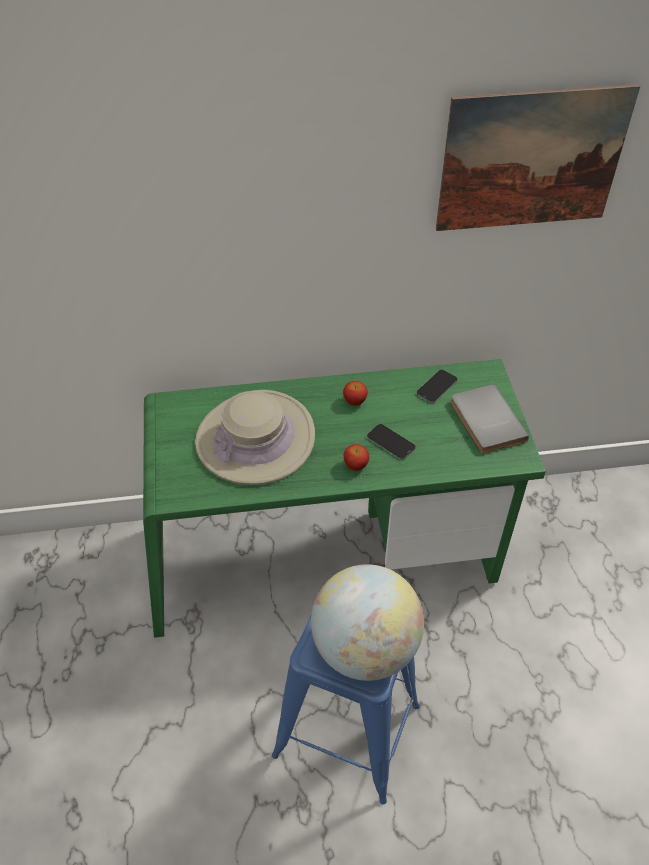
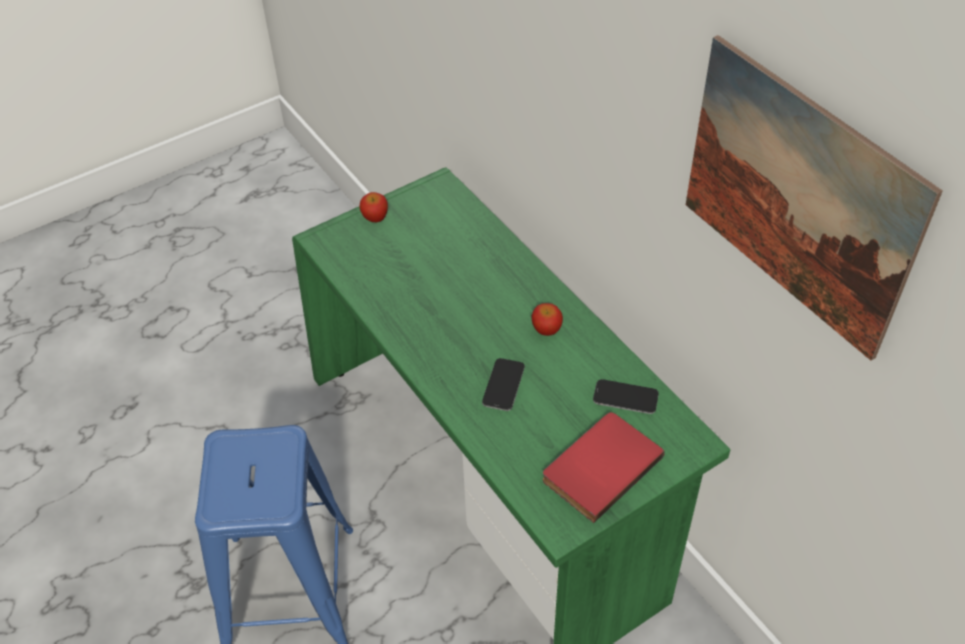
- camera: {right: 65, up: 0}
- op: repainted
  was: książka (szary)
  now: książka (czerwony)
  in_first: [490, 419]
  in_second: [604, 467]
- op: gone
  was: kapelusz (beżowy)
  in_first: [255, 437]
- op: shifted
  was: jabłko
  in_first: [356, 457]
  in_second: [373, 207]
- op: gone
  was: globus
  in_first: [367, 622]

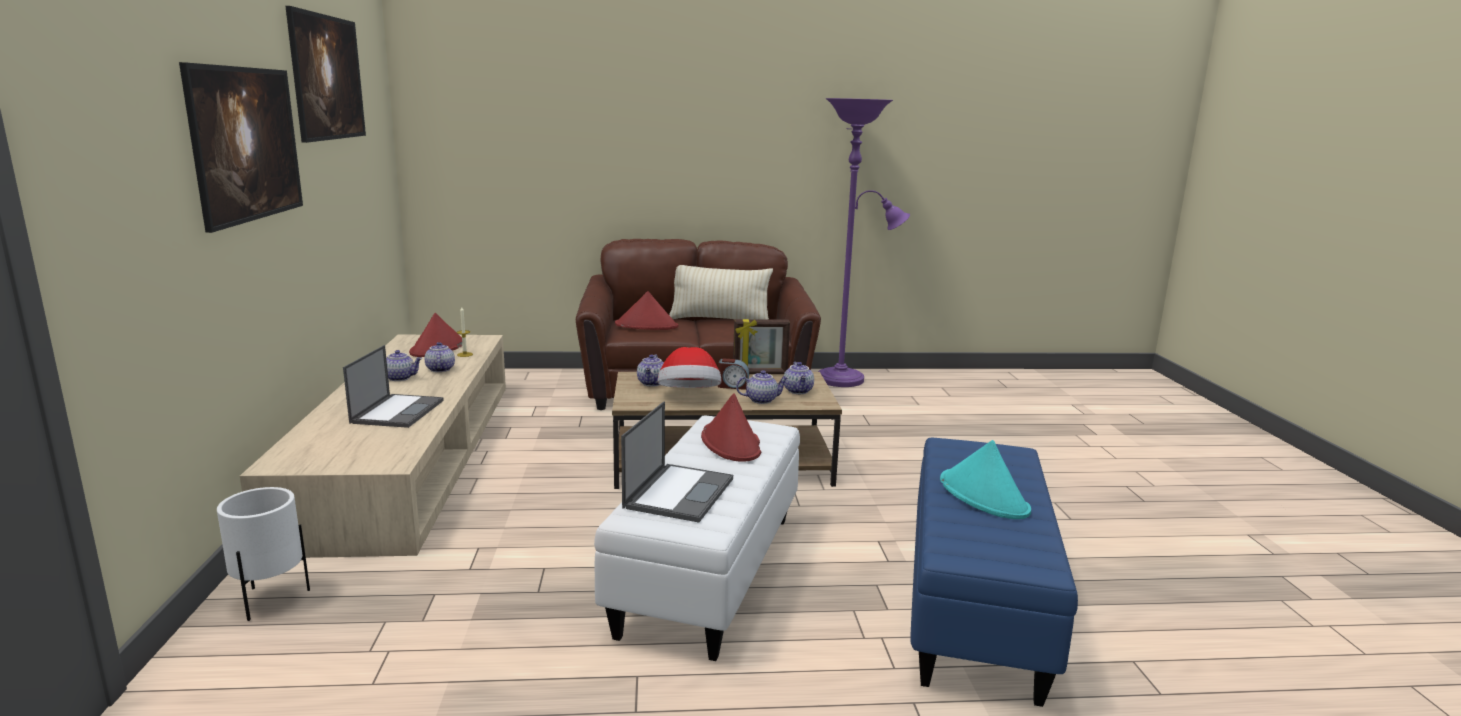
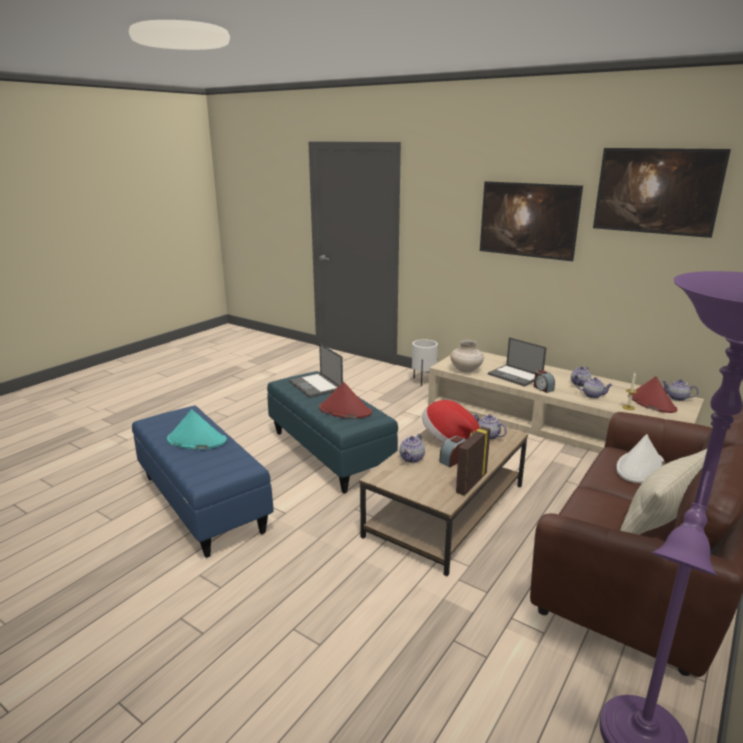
- camera: {right: 130, up: 5}
- op: repainted
  was: kapelusz (czerwony)
  now: kapelusz (biały)
  in_first: [646, 310]
  in_second: [640, 458]
- op: shifted
  was: imbryk
  in_first: [799, 378]
  in_second: [680, 390]
- op: repainted
  was: pufa (biały)
  now: pufa (niebieski)
  in_first: [697, 538]
  in_second: [332, 432]
- op: new
  now: wazon (beżowy)
  in_second: [467, 356]
- op: new
  now: budzik
  in_second: [544, 381]

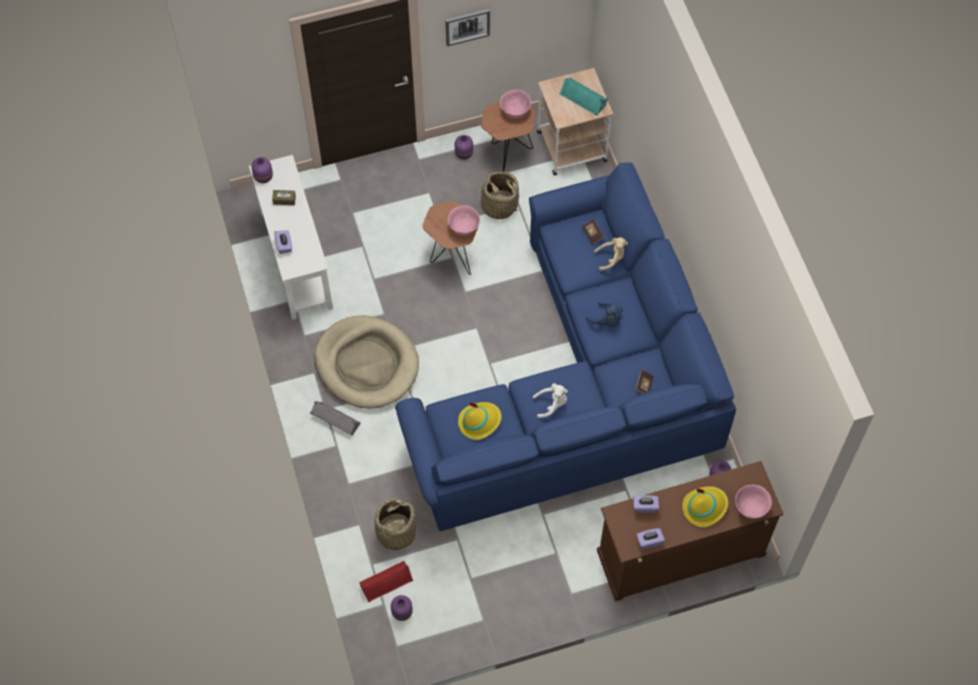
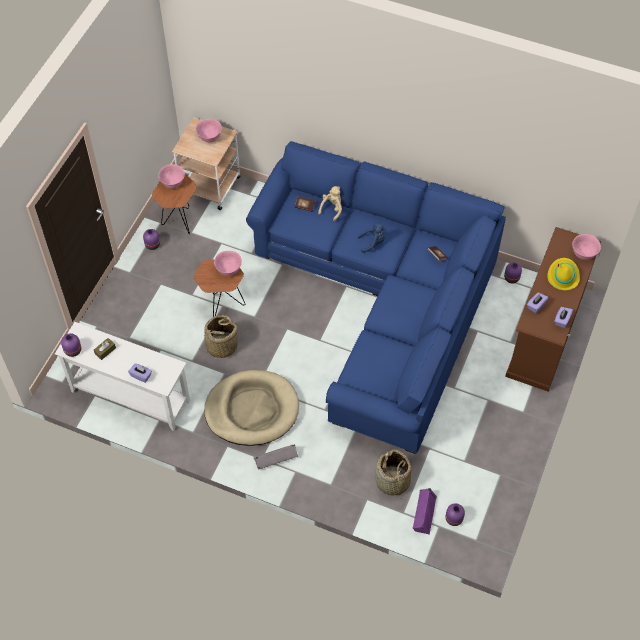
- camera: {right: -50, up: -5}
- op: gone
  was: obraz
  in_first: [467, 27]
- op: swapped
  was: głośnik (turkusowy)
  now: miska (różowy)
  in_first: [584, 97]
  in_second: [209, 130]
- op: shifted
  was: koszyk
  in_first: [497, 195]
  in_second: [219, 336]
- op: gone
  was: pluszak (biały)
  in_first: [550, 400]
- op: gone
  was: kapelusz (żółty)
  in_first: [479, 421]
- op: repainted
  was: głośnik (czerwony)
  now: głośnik (fioletowy)
  in_first: [386, 581]
  in_second: [425, 511]

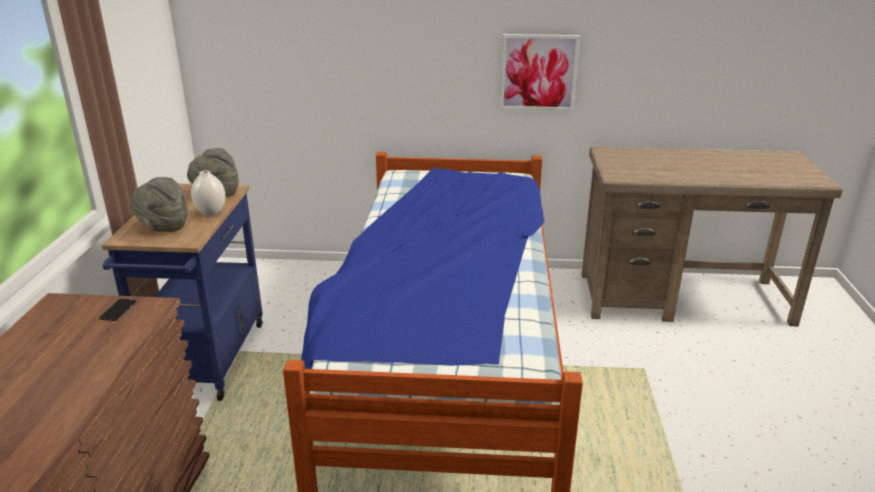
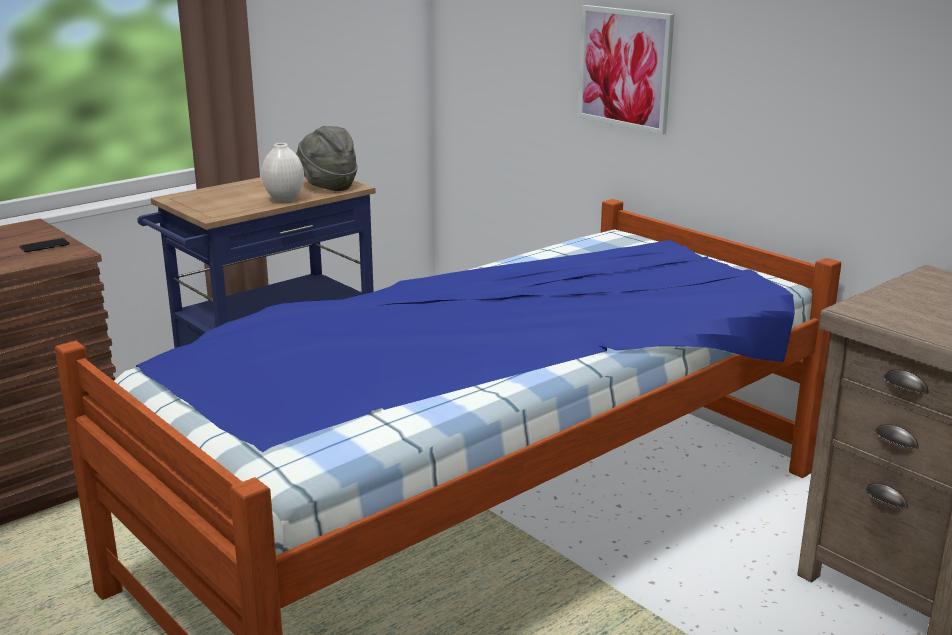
- camera: {right: 45, up: -5}
- op: shifted
  was: obraz
  in_first: [540, 72]
  in_second: [626, 70]
- op: gone
  was: kapelusz (szary)
  in_first: [159, 204]

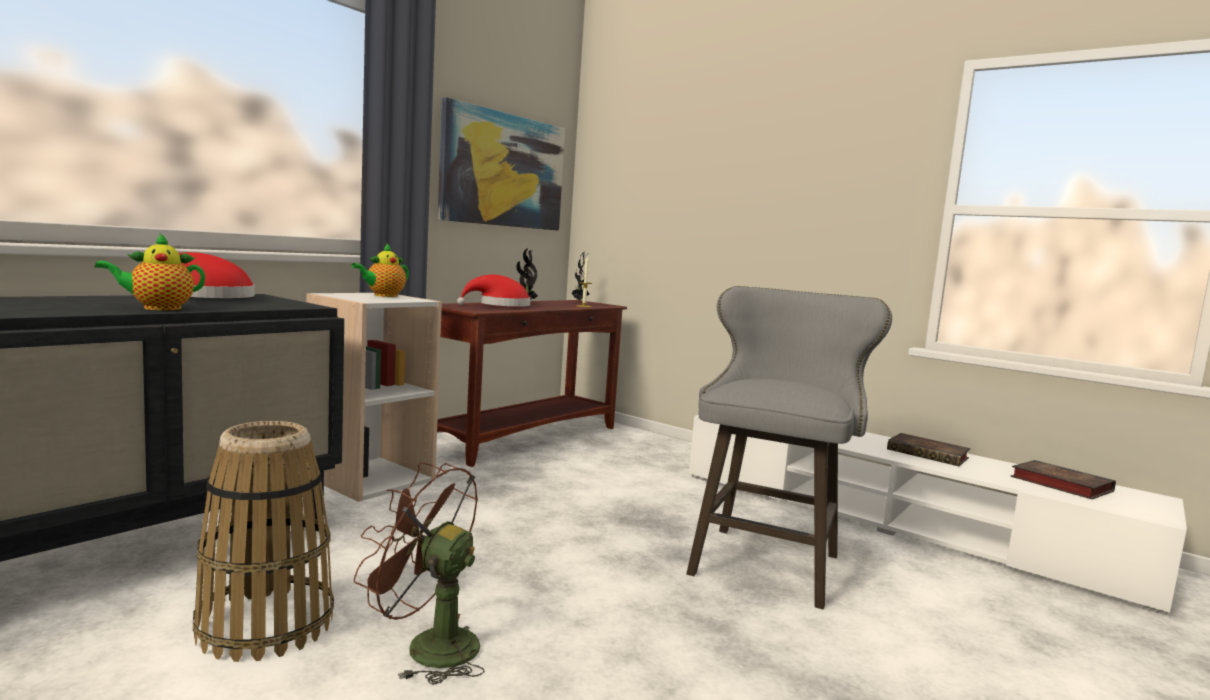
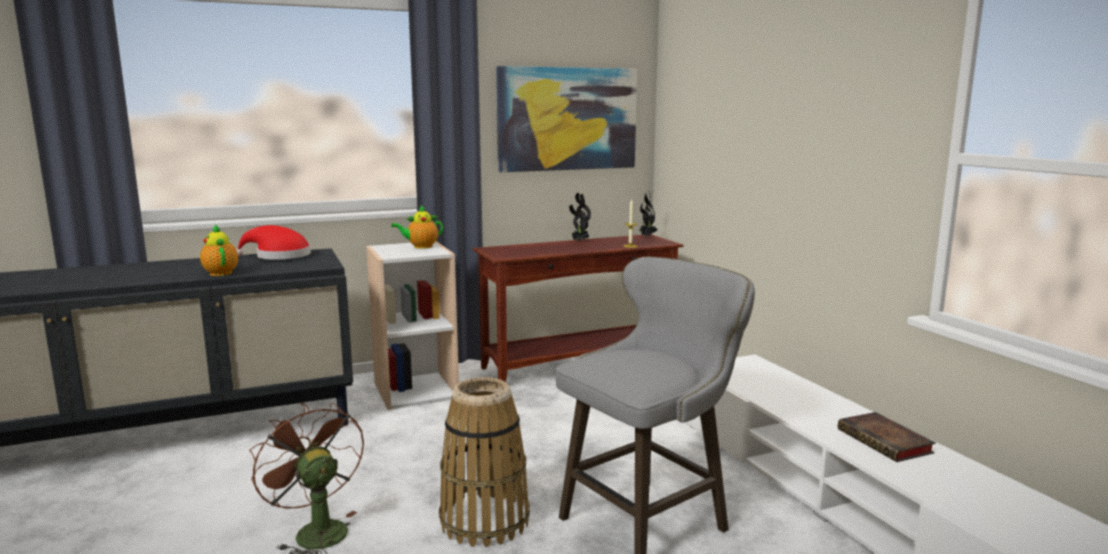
- camera: {right: 30, up: 5}
- op: rotated
  was: imbryk
  in_first: [150, 272]
  in_second: [219, 250]
  clockwise: 60
- op: gone
  was: kapelusz (czerwony)
  in_first: [493, 290]
- op: shifted
  was: koszyk
  in_first: [263, 541]
  in_second: [484, 462]
- op: gone
  was: książka
  in_first: [1063, 479]

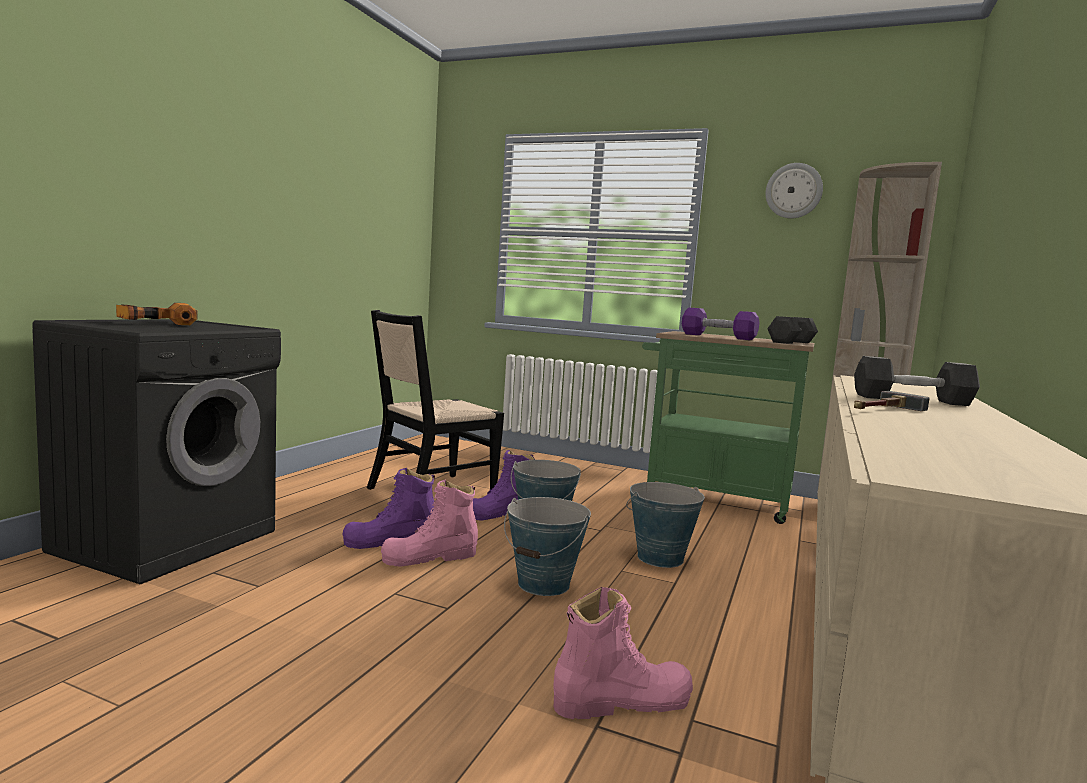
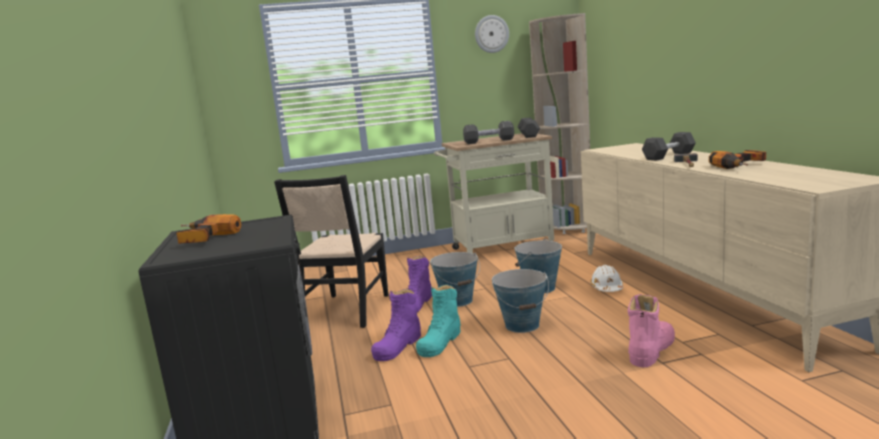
- camera: {right: -35, up: 5}
- op: repainted
  was: hantel (fioletowy)
  now: hantel (czarny)
  in_first: [720, 324]
  in_second: [488, 132]
- op: repainted
  was: wózek (zielony)
  now: wózek (beżowy)
  in_first: [728, 427]
  in_second: [494, 193]
- op: repainted
  was: but z cholewką (różowy)
  now: but z cholewką (turkusowy)
  in_first: [429, 523]
  in_second: [438, 321]
- op: new
  now: wiertarka
  in_second: [737, 159]
- op: new
  now: kask (biały)
  in_second: [606, 278]

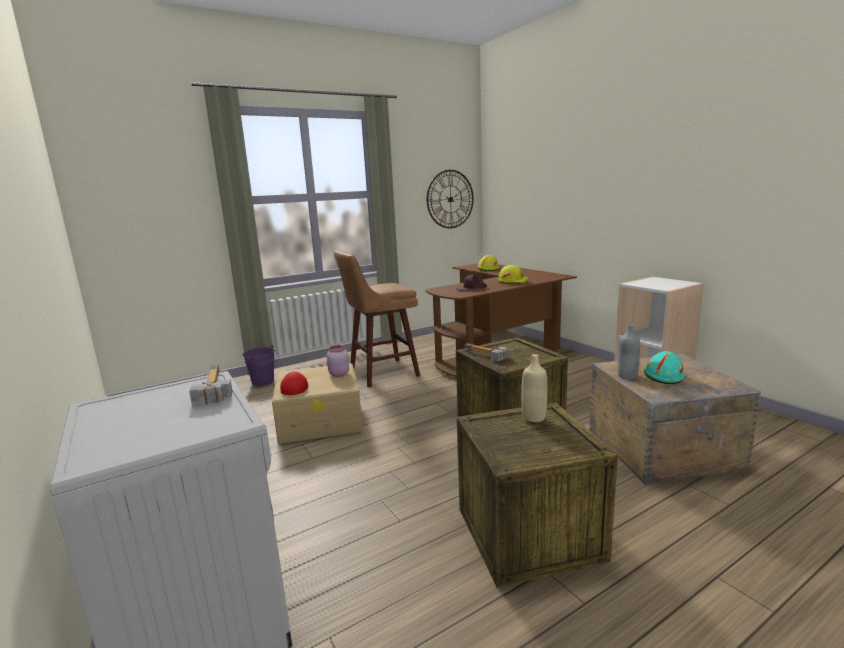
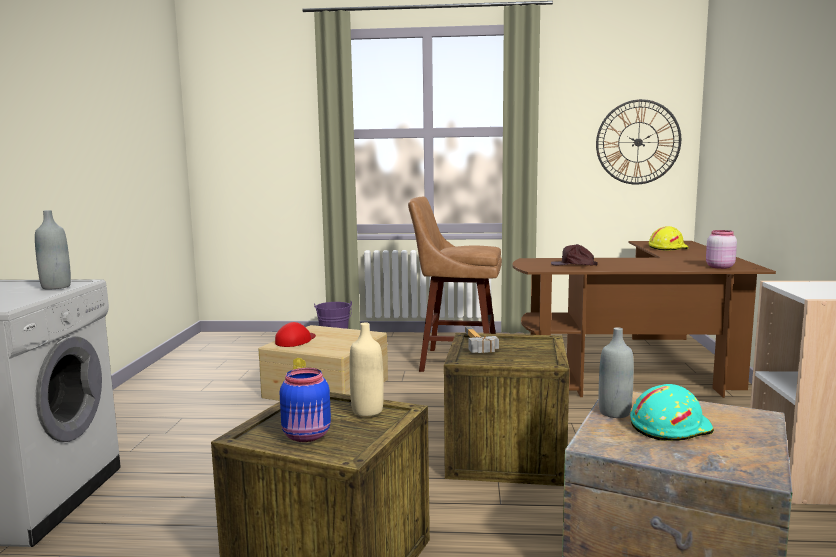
- camera: {right: 35, up: -5}
- op: gone
  was: kask (żółty)
  in_first: [513, 274]
- op: shifted
  was: słoik (różowy)
  in_first: [338, 361]
  in_second: [721, 249]
- op: swapped
  was: młotek
  now: butelka (szary)
  in_first: [210, 384]
  in_second: [53, 249]
- op: new
  now: słoik (niebieski)
  in_second: [305, 405]

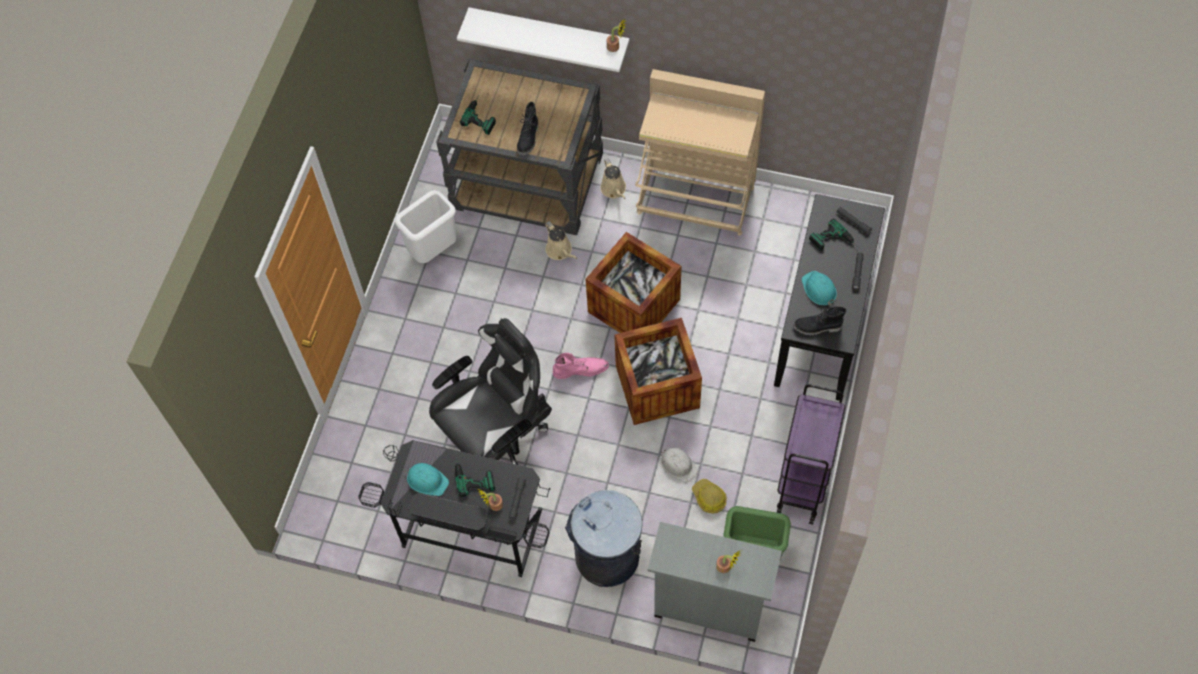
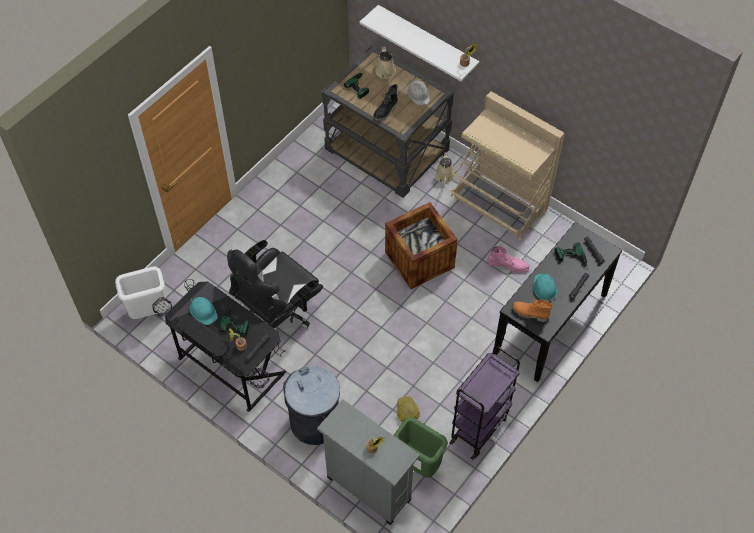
- camera: {right: 20, up: -5}
- op: shifted
  was: kosz na śmieci (biały)
  in_first: [426, 226]
  in_second: [141, 292]
- op: shifted
  was: konewka (beżowy)
  in_first: [561, 240]
  in_second: [385, 62]
- op: repainted
  was: but z cholewką (czarny)
  now: but z cholewką (pomarańczowy)
  in_first: [819, 320]
  in_second: [532, 310]
- op: rotated
  was: krzesło biurowe (czarny)
  in_first: [490, 391]
  in_second: [275, 284]
  clockwise: 150
- op: gone
  was: skrzynka
  in_first: [658, 371]
- op: shifted
  was: but z cholewką (różowy)
  in_first: [581, 366]
  in_second: [508, 259]
- op: shifted
  was: kask (biały)
  in_first: [679, 465]
  in_second: [418, 93]

